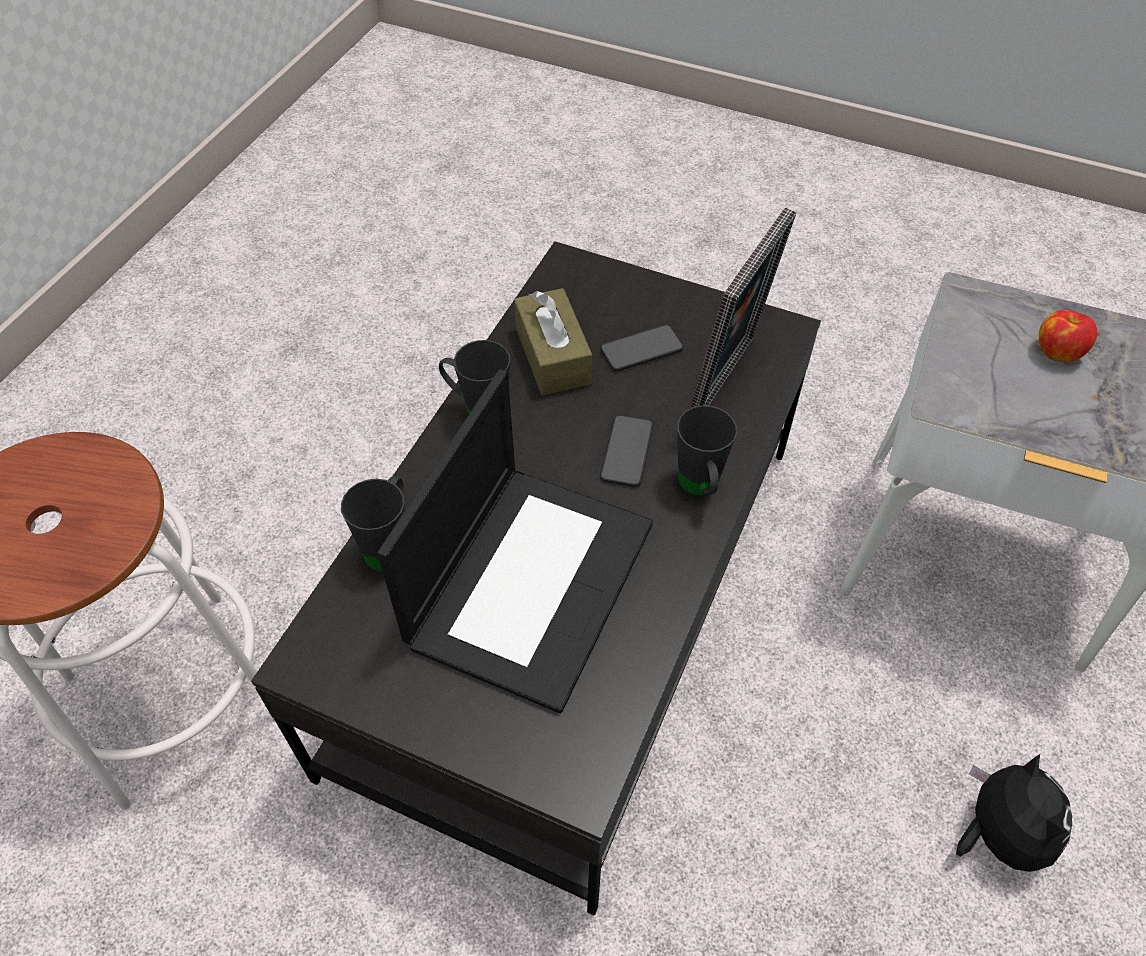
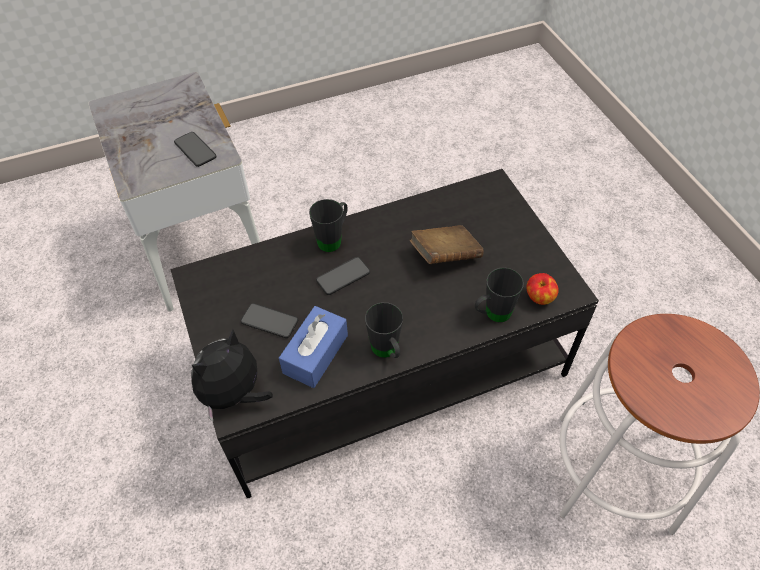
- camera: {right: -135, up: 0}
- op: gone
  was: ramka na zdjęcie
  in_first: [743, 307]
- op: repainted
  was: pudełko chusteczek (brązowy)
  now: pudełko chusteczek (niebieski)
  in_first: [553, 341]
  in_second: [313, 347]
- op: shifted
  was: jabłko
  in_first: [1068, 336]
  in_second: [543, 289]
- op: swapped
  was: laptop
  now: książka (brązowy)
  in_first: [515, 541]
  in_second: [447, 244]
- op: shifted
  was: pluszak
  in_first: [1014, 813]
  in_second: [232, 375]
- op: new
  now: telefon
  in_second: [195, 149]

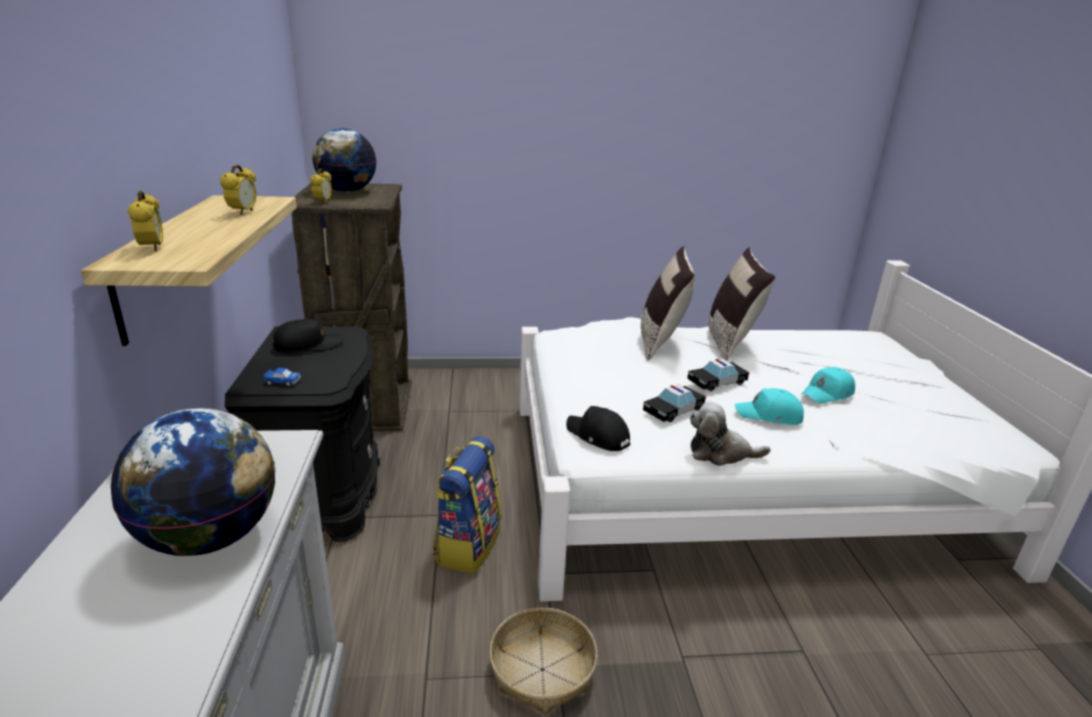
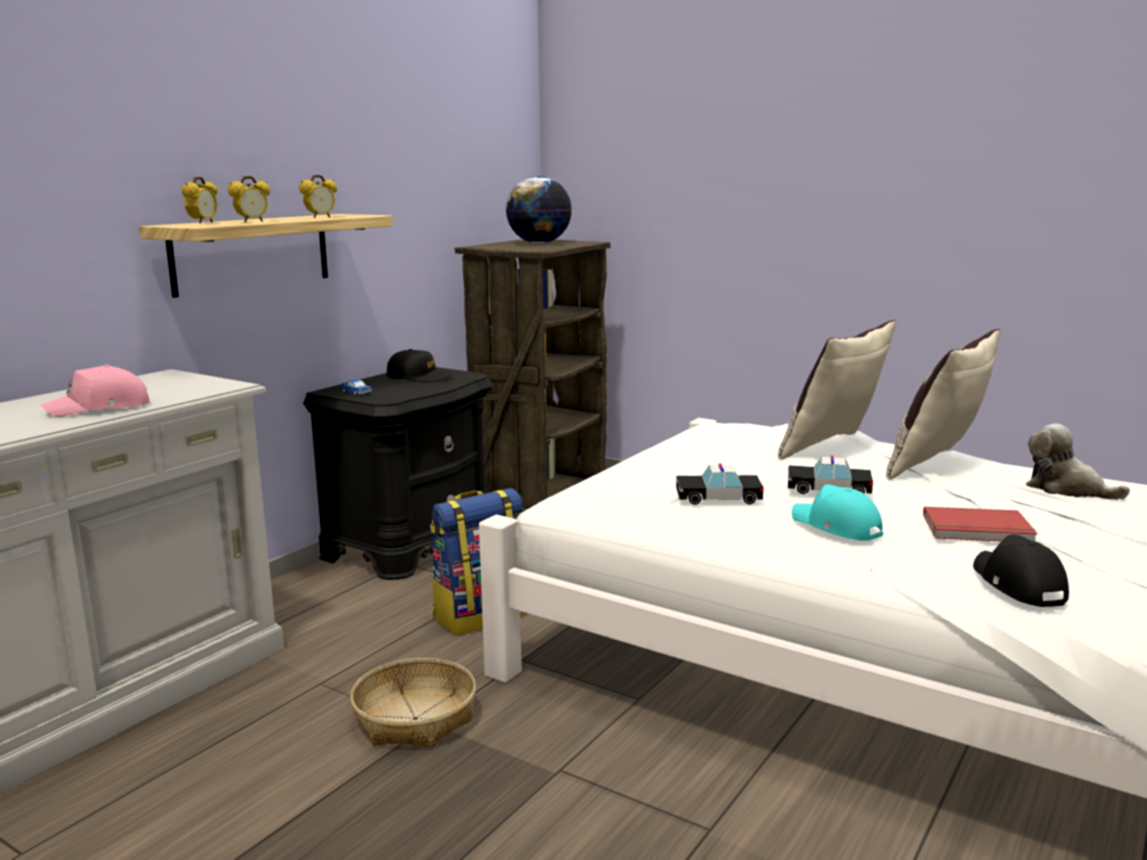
- camera: {right: 40, up: -10}
- op: shifted
  was: budzik
  in_first: [321, 186]
  in_second: [249, 199]
- op: swapped
  was: czapka z daszkiem (turkusowy)
  now: książka (czerwony)
  in_first: [828, 385]
  in_second: [980, 524]
- op: shifted
  was: pluszak
  in_first: [730, 434]
  in_second: [1078, 462]
- op: shifted
  was: czapka z daszkiem (czarny)
  in_first: [598, 428]
  in_second: [1021, 570]
- op: swapped
  was: globus
  now: czapka z daszkiem (różowy)
  in_first: [193, 482]
  in_second: [95, 391]

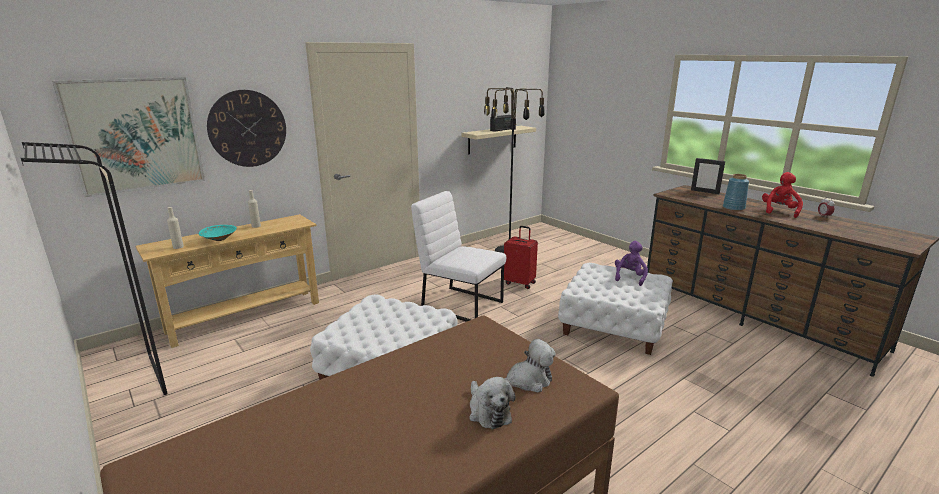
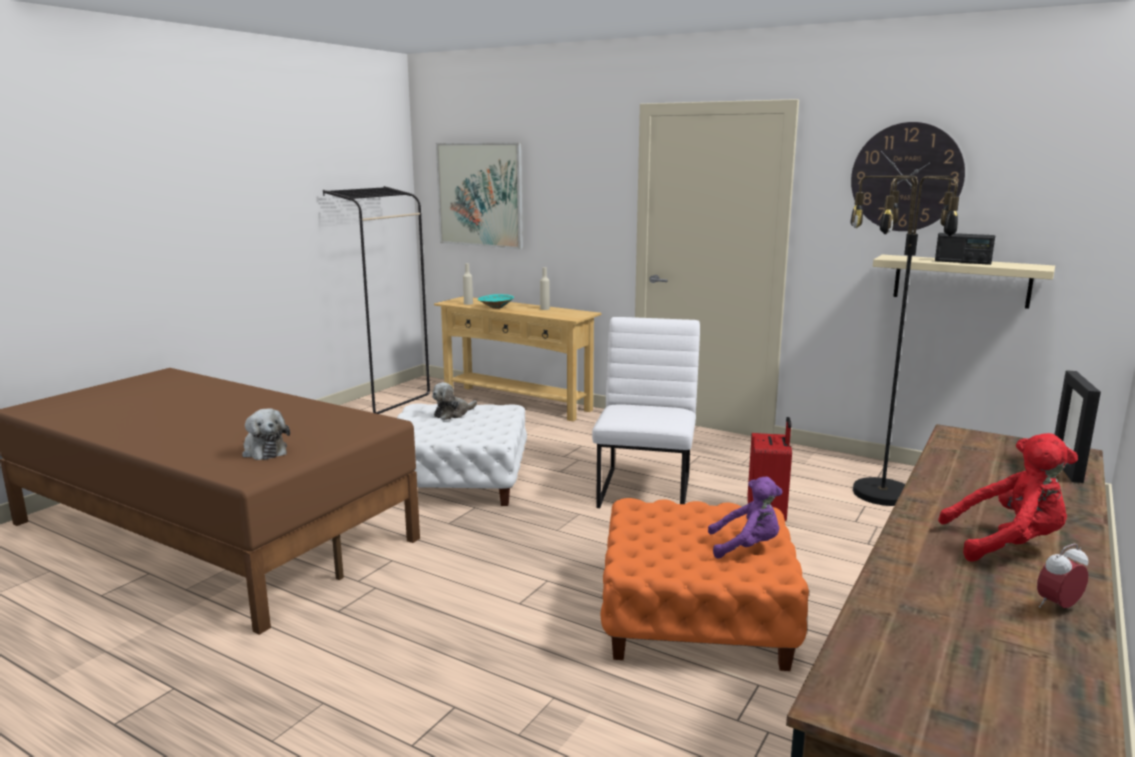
- camera: {right: 70, up: -5}
- op: shifted
  was: zegar ścienny
  in_first: [246, 128]
  in_second: [908, 176]
- op: gone
  was: wazon (niebieski)
  in_first: [736, 192]
- op: repainted
  was: pufa (biały)
  now: pufa (pomarańczowy)
  in_first: [615, 309]
  in_second: [705, 584]
- op: shifted
  was: pluszak
  in_first: [492, 403]
  in_second: [454, 401]

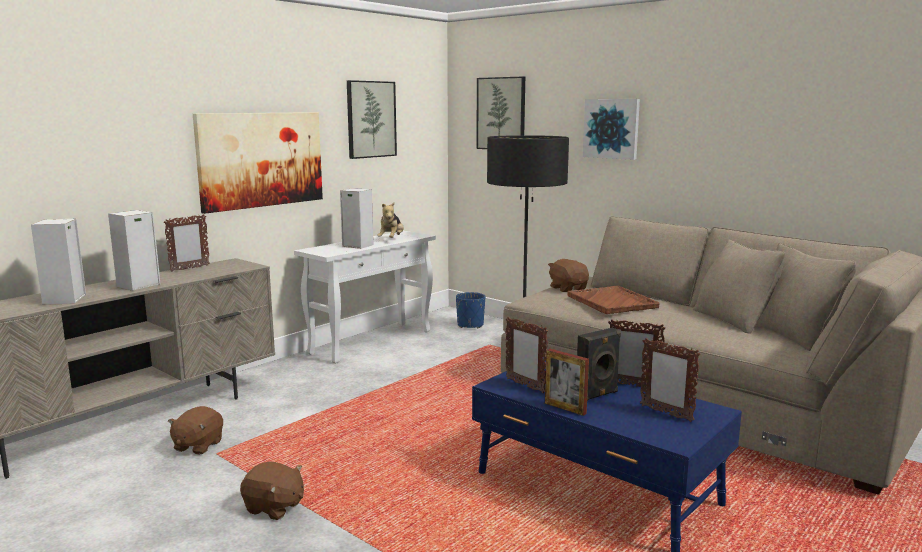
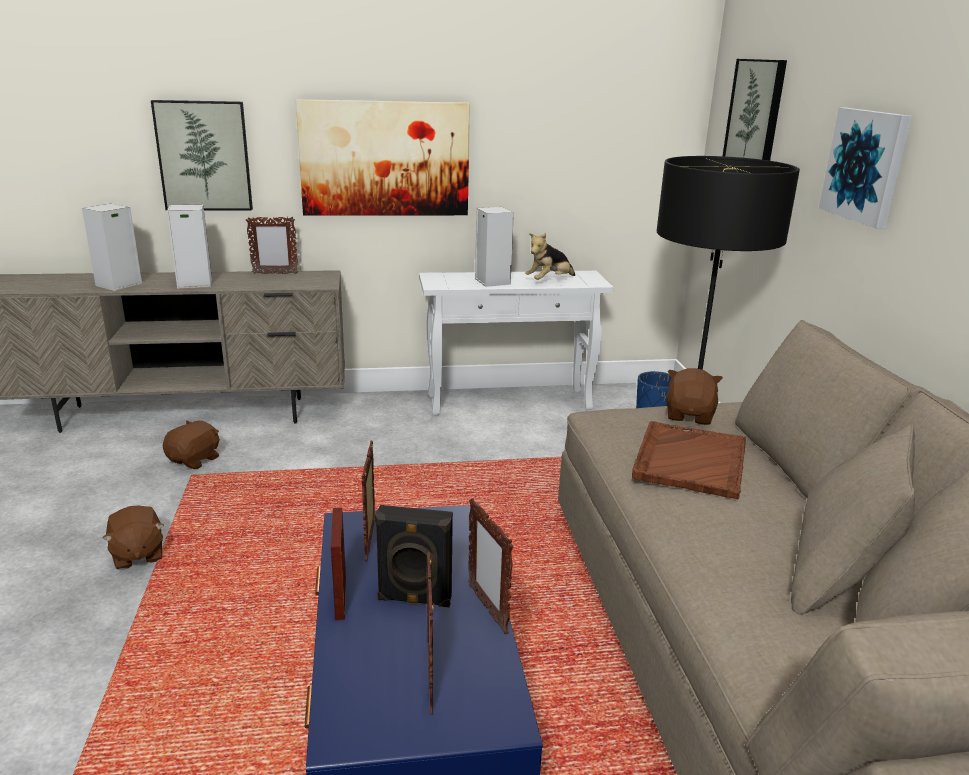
- camera: {right: 40, up: 10}
- op: shifted
  was: obraz
  in_first: [372, 119]
  in_second: [202, 155]
- op: rotated
  was: pluszak (brązowy)
  in_first: [195, 430]
  in_second: [191, 444]
  clockwise: 150

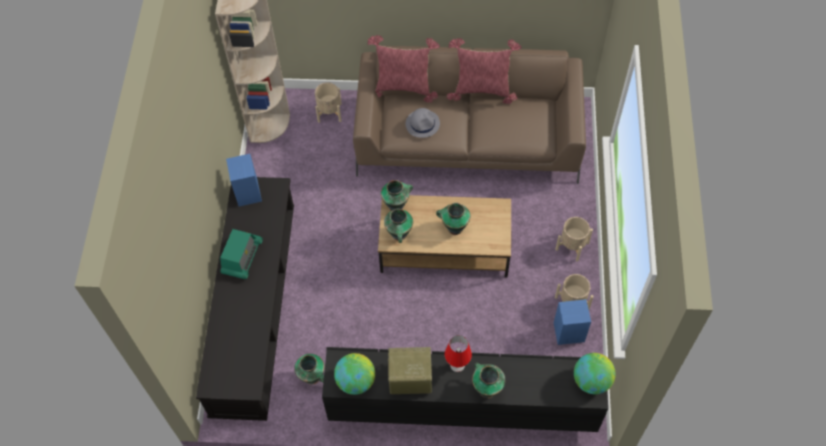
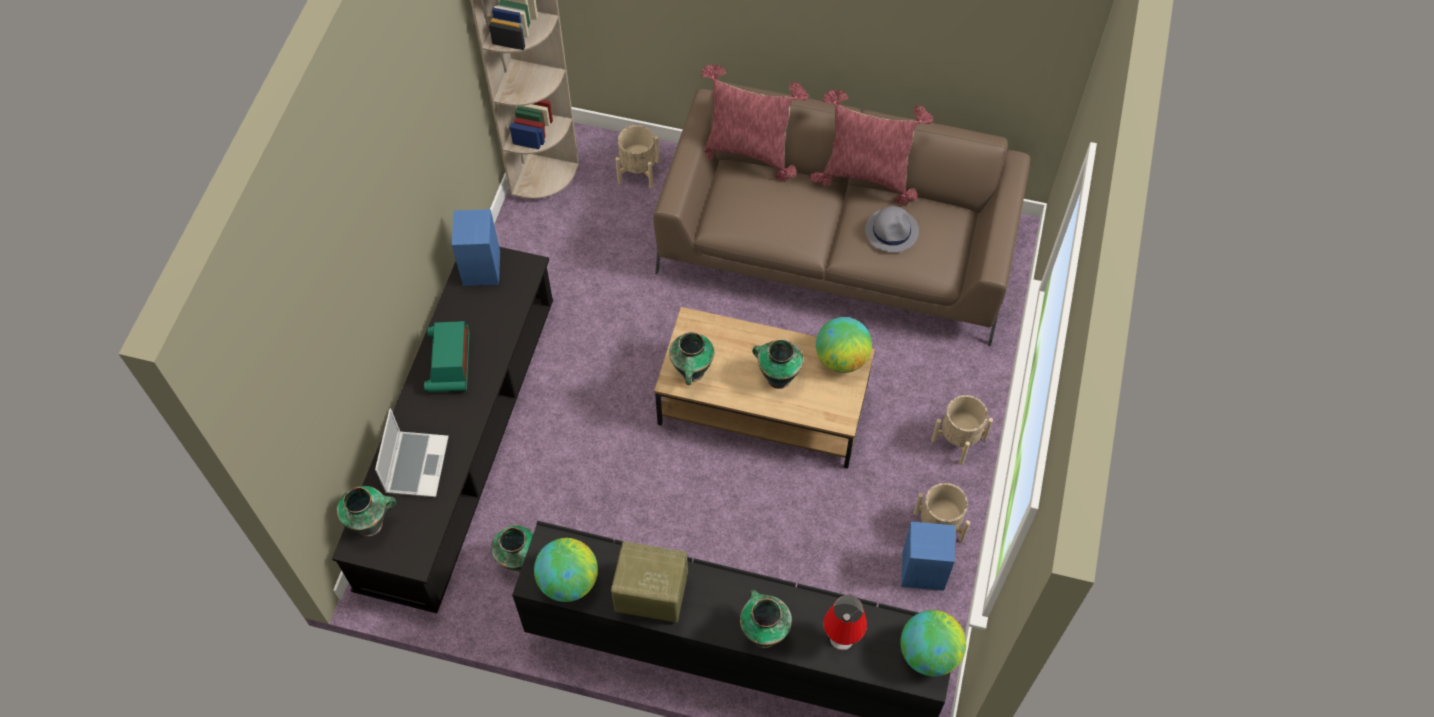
- camera: {right: 10, up: 0}
- op: shifted
  was: kapelusz (szary)
  in_first: [423, 123]
  in_second: [892, 229]
- op: shifted
  was: wazon
  in_first: [397, 195]
  in_second: [366, 511]
- op: rotated
  was: radio
  in_first: [241, 254]
  in_second: [447, 356]
  clockwise: 150
- op: shifted
  was: lampa stołowa (czerwony)
  in_first: [458, 353]
  in_second: [845, 622]
- op: new
  now: globus
  in_second: [844, 345]
- op: new
  now: laptop
  in_second: [412, 452]

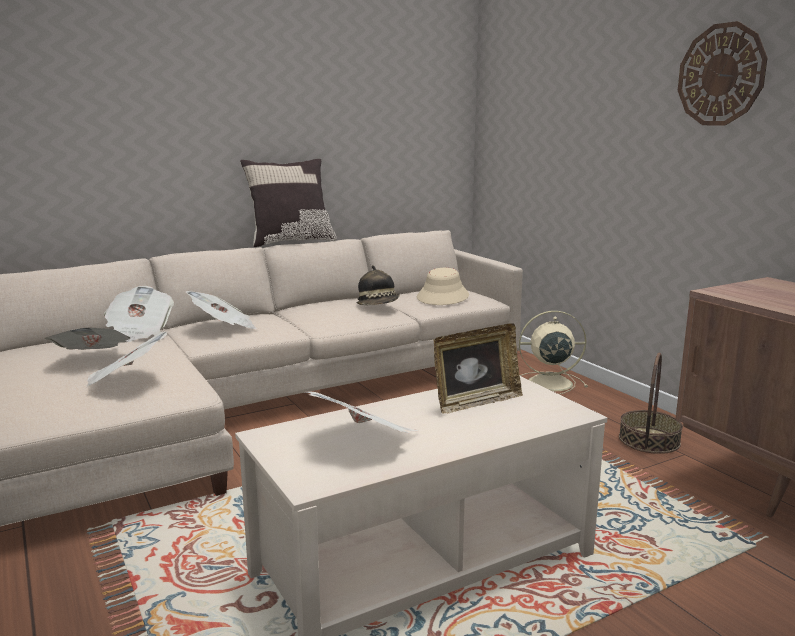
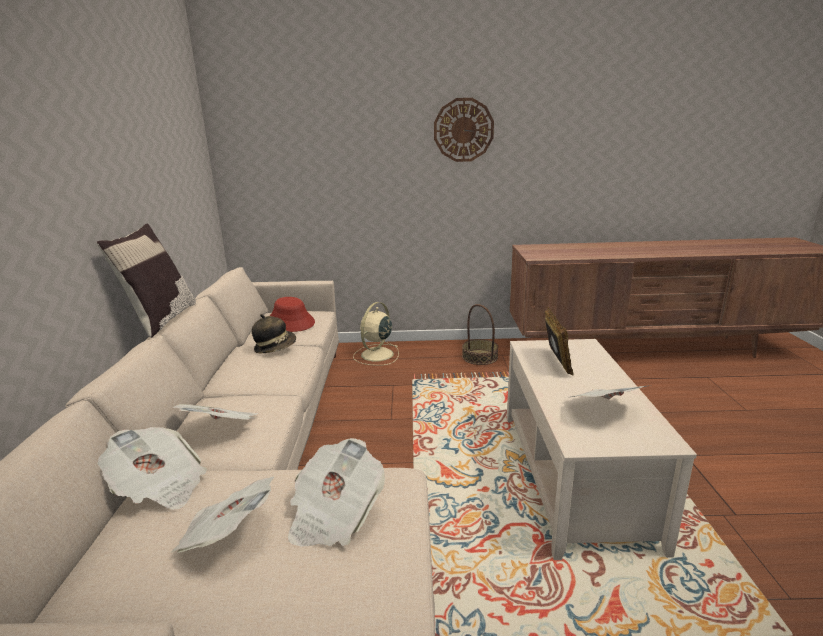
- camera: {right: -60, up: 5}
- op: repainted
  was: kapelusz (beżowy)
  now: kapelusz (czerwony)
  in_first: [443, 286]
  in_second: [292, 314]

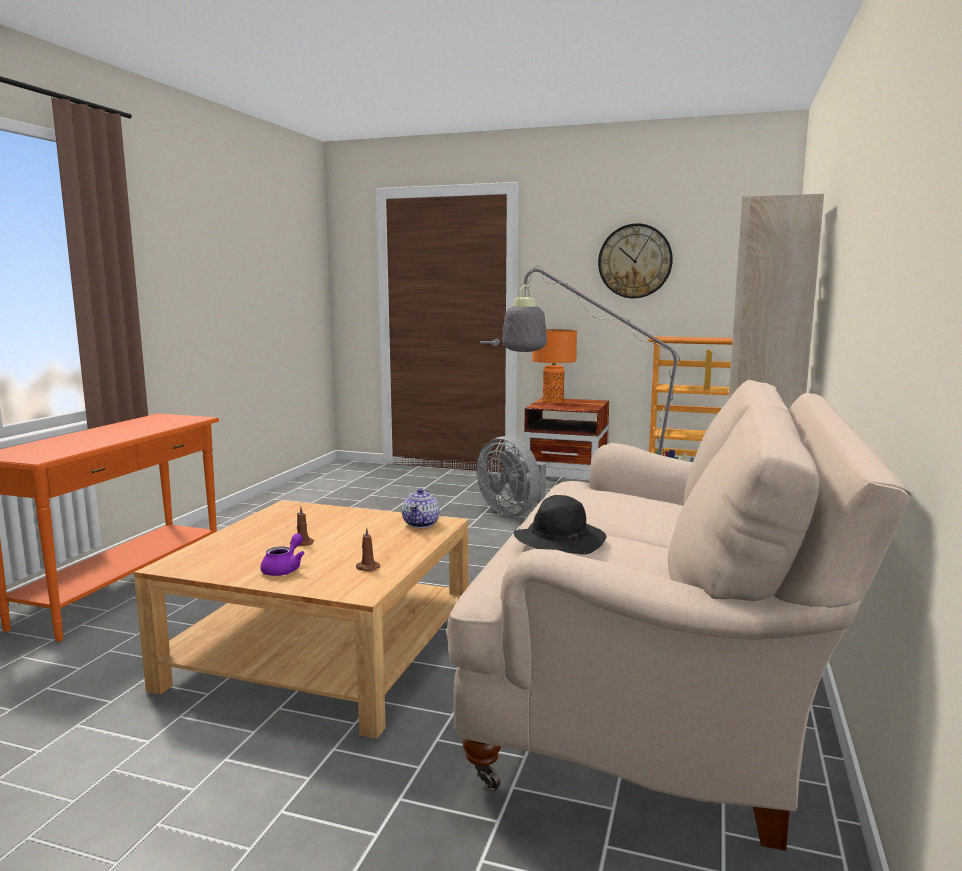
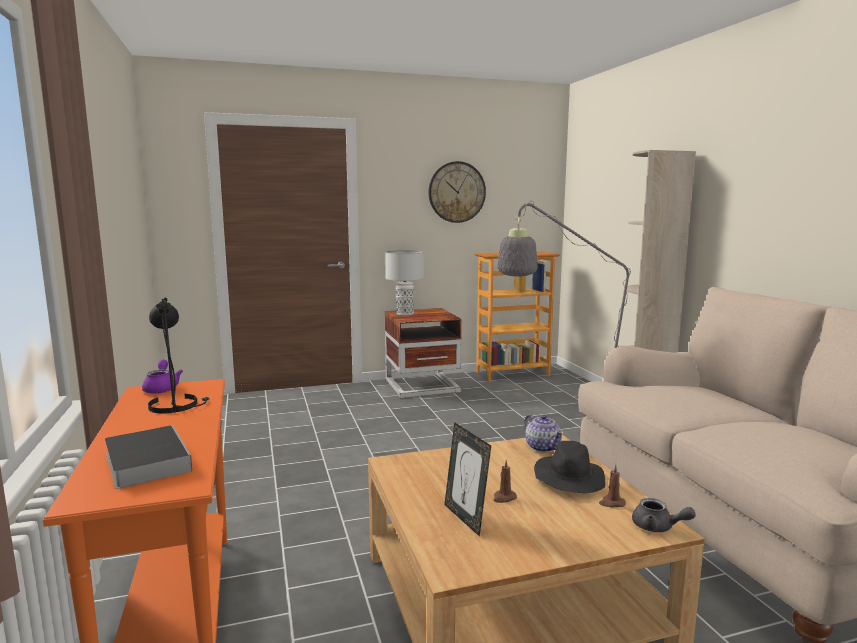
- camera: {right: -35, up: 0}
- op: repainted
  was: lampa stołowa (pomarańczowy)
  now: lampa stołowa (biały)
  in_first: [554, 366]
  in_second: [404, 283]
- op: gone
  was: wentylator (szary)
  in_first: [511, 476]
- op: shifted
  was: kapelusz (czarny)
  in_first: [560, 524]
  in_second: [569, 467]
- op: shifted
  was: imbryk (fioletowy)
  in_first: [282, 554]
  in_second: [162, 376]
- op: new
  now: lampa stołowa (czarny)
  in_second: [179, 355]
- op: new
  now: ramka na zdjęcie
  in_second: [467, 479]
- op: new
  now: książka
  in_second: [148, 457]
- op: new
  now: imbryk (szary)
  in_second: [664, 515]

